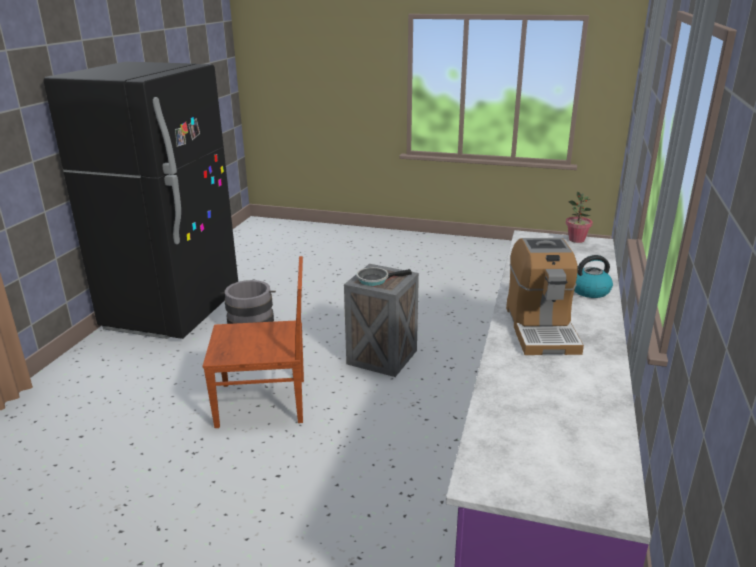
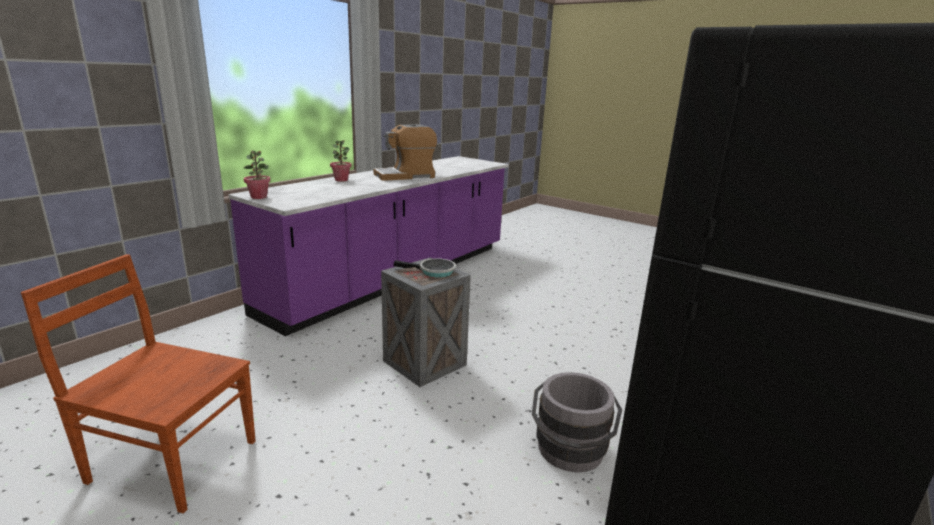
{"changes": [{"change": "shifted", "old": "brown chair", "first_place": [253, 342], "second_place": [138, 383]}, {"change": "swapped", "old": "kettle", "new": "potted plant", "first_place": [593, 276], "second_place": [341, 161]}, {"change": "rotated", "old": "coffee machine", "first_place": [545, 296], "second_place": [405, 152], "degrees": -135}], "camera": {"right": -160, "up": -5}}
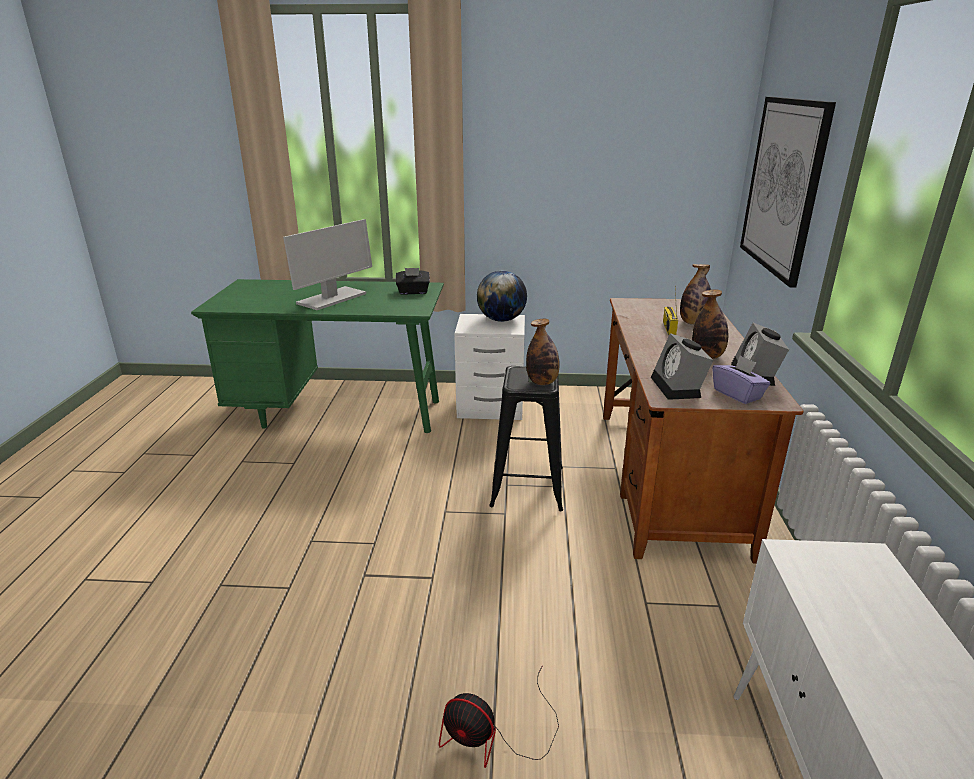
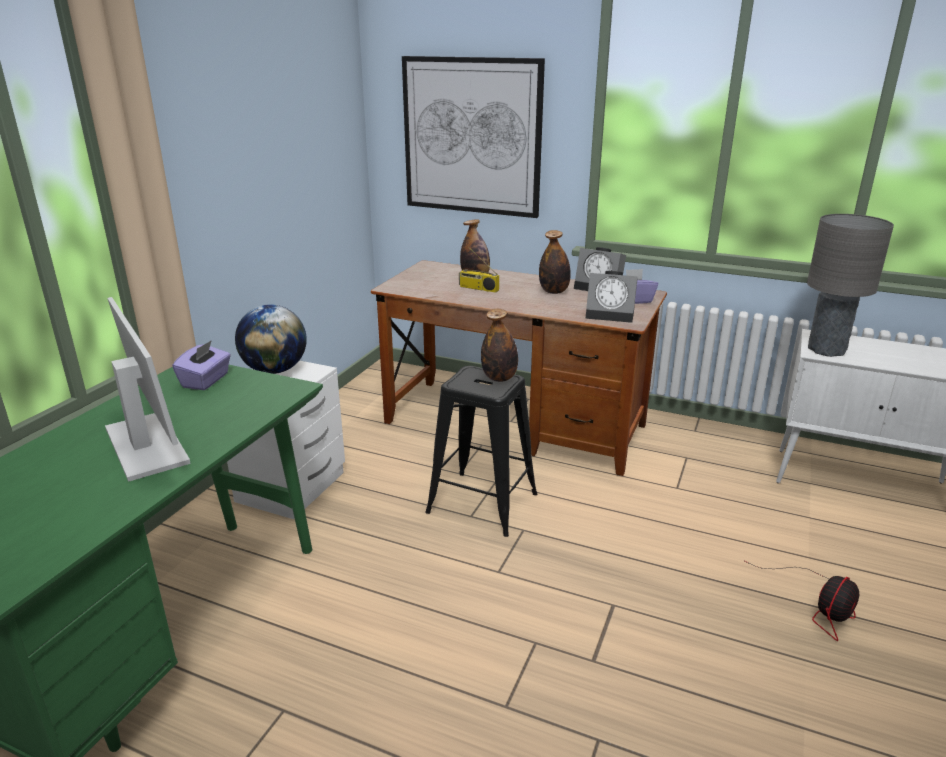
{"changes": [{"change": "repainted", "old": "black tissue box", "new": "purple tissue box", "first_place": [412, 281], "second_place": [201, 365]}, {"change": "new", "new": "grey table lamp", "second_place": [850, 285]}], "camera": {"right": -70, "up": 0}}
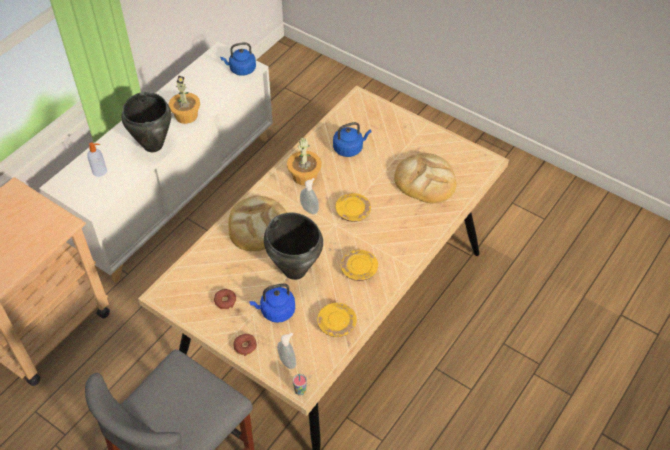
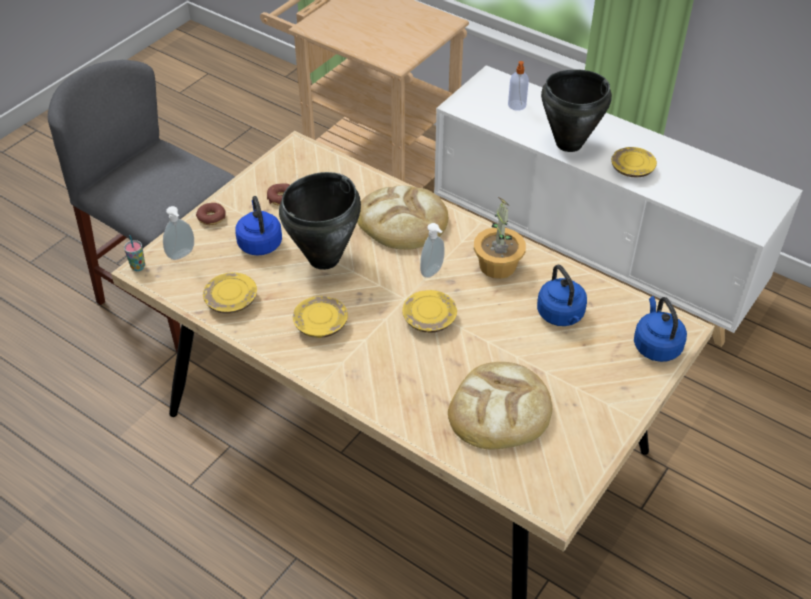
{"changes": [{"change": "swapped", "old": "potted plant", "new": "yellow plate", "first_place": [184, 100], "second_place": [634, 162]}, {"change": "shifted", "old": "blue kettle", "first_place": [238, 59], "second_place": [660, 329]}], "camera": {"right": 90, "up": -5}}
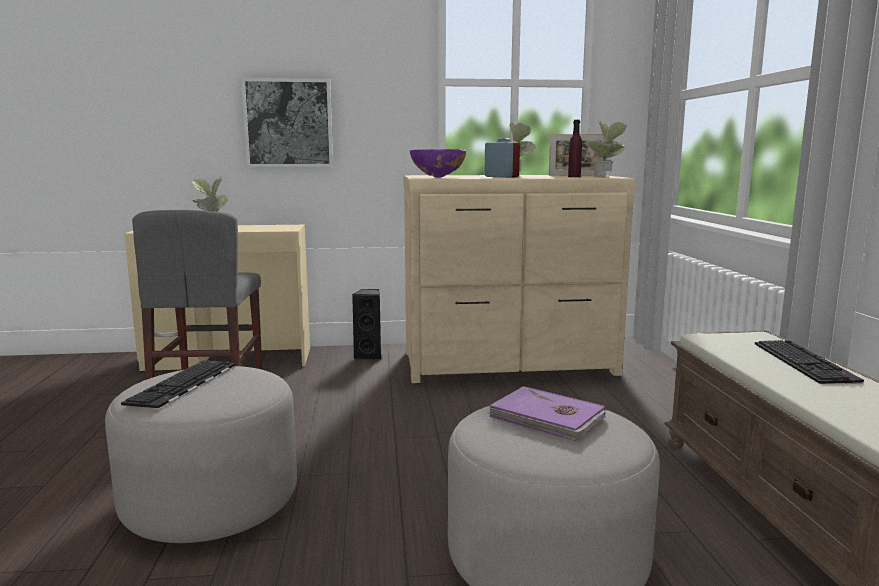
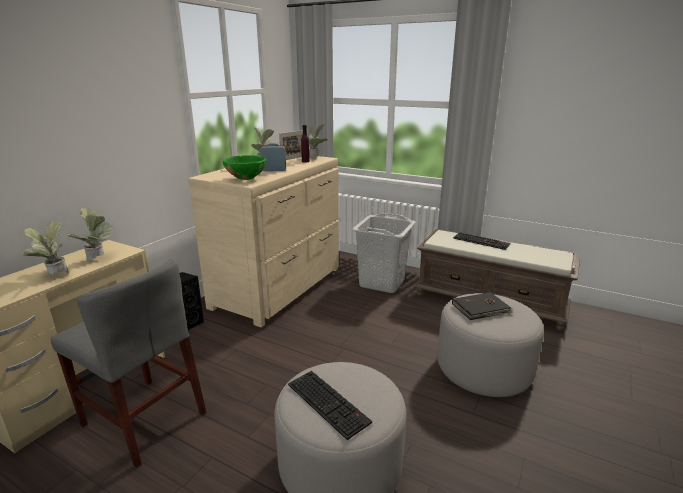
{"changes": [{"change": "new", "new": "potted plant", "second_place": [90, 234]}, {"change": "repainted", "old": "purple bowl", "new": "green bowl", "first_place": [438, 163], "second_place": [244, 167]}, {"change": "new", "new": "grey laundry basket", "second_place": [384, 253]}, {"change": "repainted", "old": "purple book", "new": "black book", "first_place": [547, 413], "second_place": [482, 306]}, {"change": "gone", "old": "picture", "first_place": [287, 122]}], "camera": {"right": -55, "up": 10}}
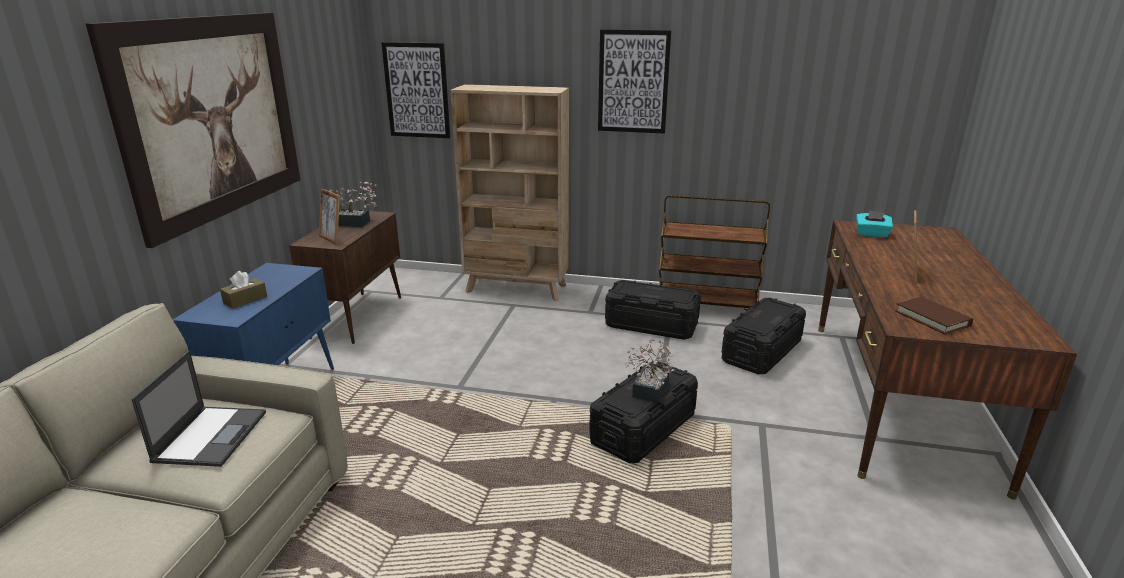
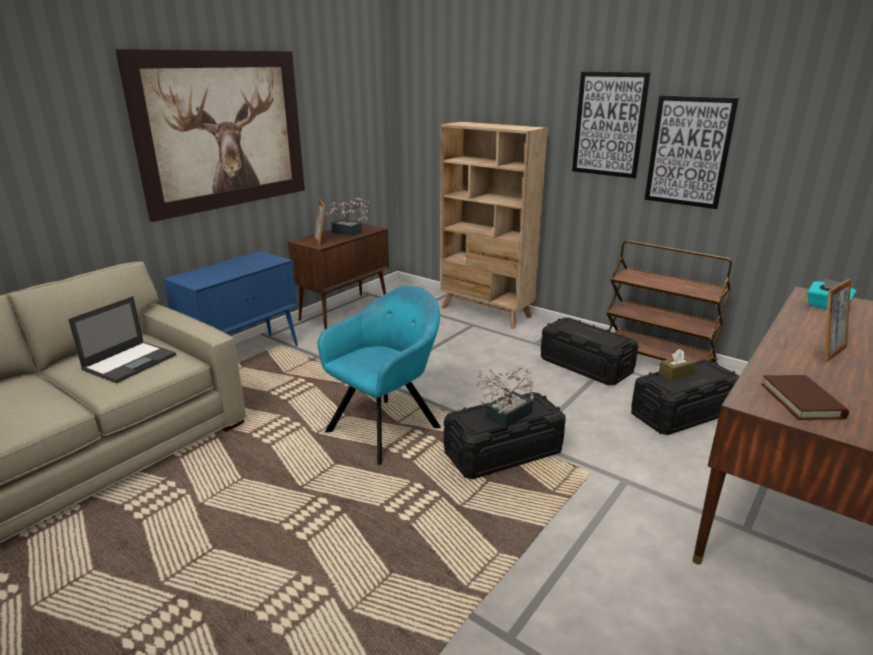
{"changes": [{"change": "new", "new": "turquoise armchair", "second_place": [379, 375]}, {"change": "shifted", "old": "picture", "first_place": [415, 90], "second_place": [692, 152]}, {"change": "shifted", "old": "brown tissue box", "first_place": [243, 290], "second_place": [677, 365]}], "camera": {"right": 25, "up": 0}}
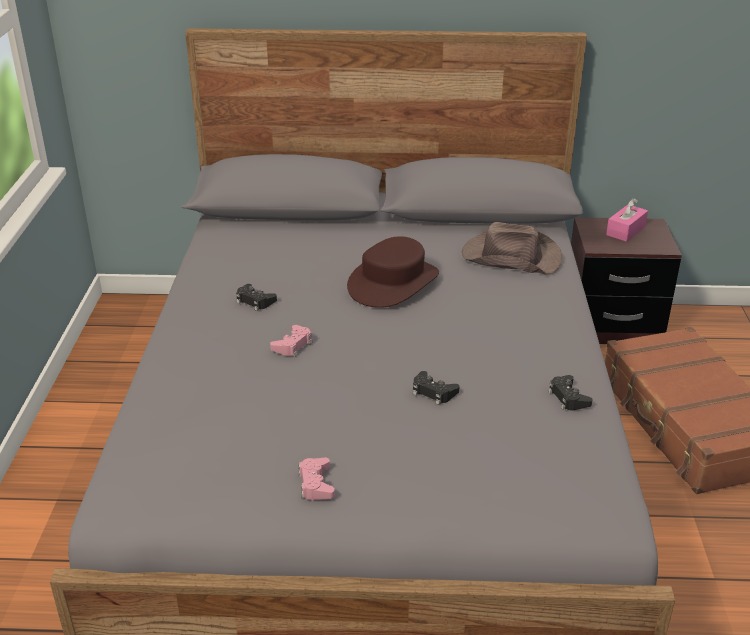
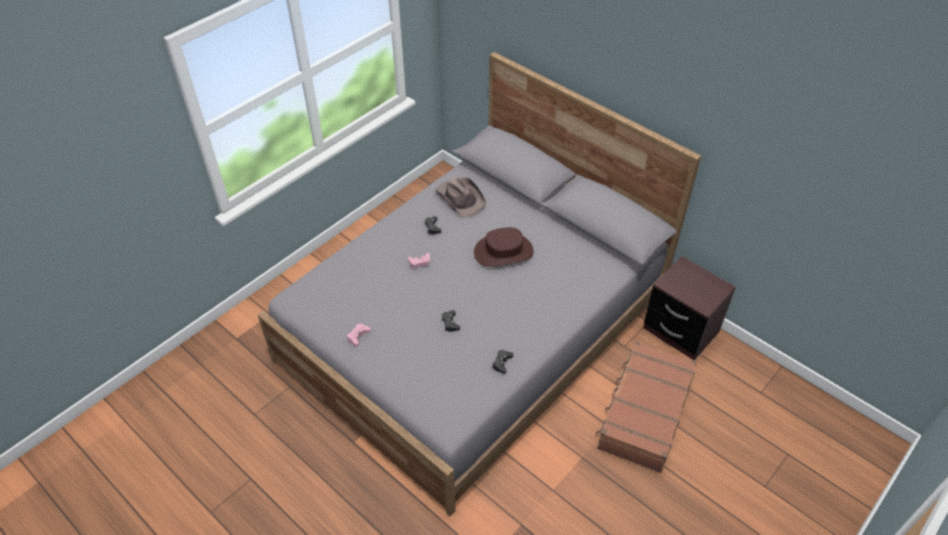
{"changes": [{"change": "shifted", "old": "brown hat", "first_place": [512, 248], "second_place": [460, 197]}, {"change": "gone", "old": "pink tissue box", "first_place": [627, 220]}], "camera": {"right": 40, "up": 15}}
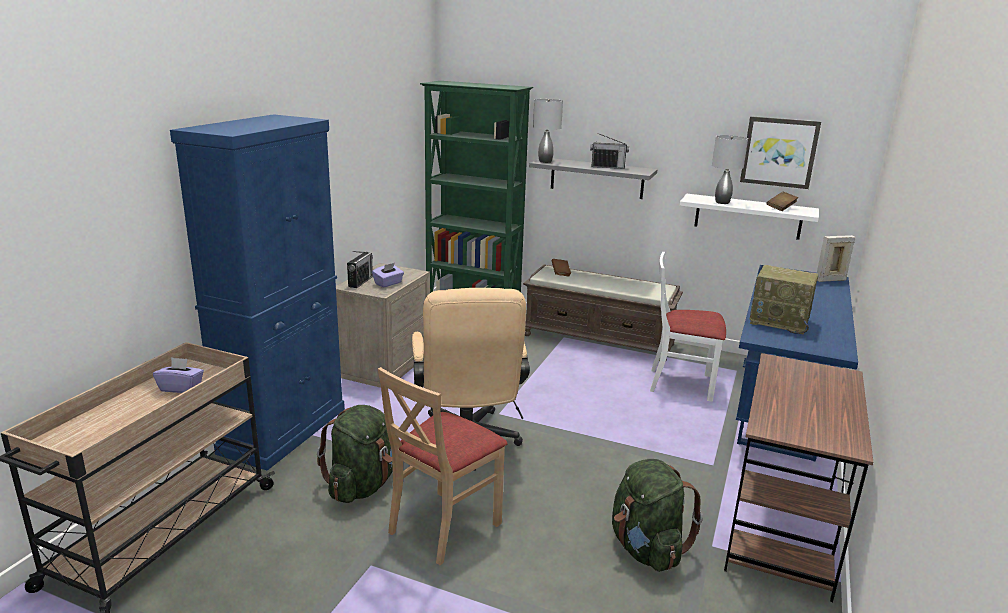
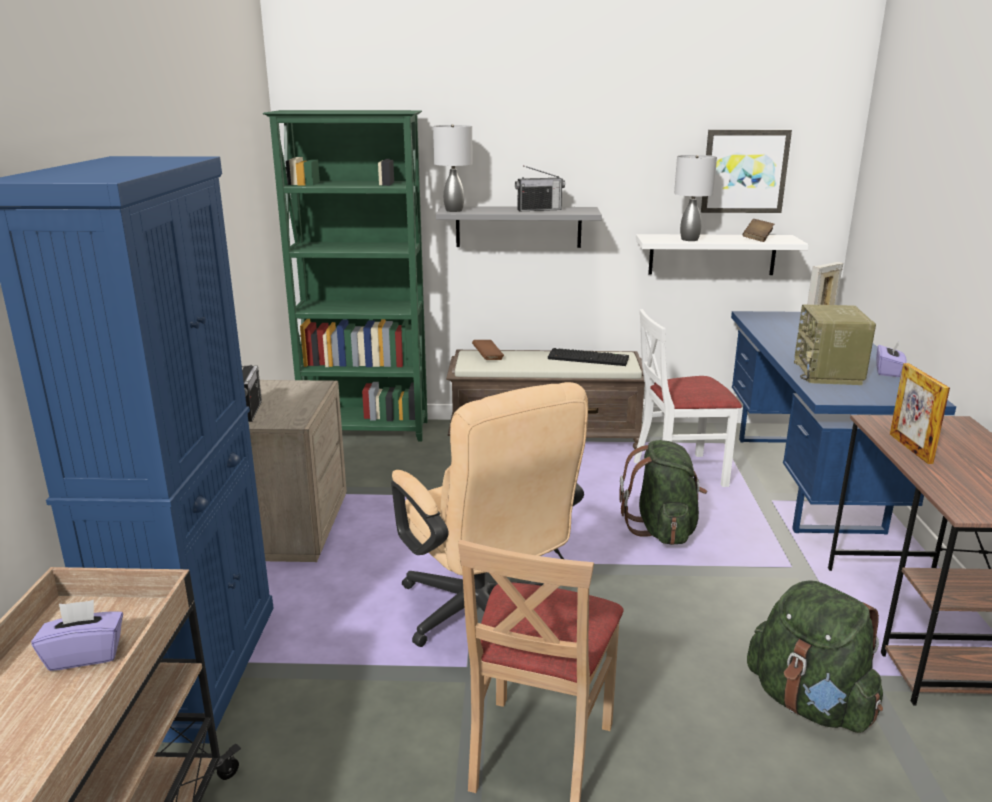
{"changes": [{"change": "new", "new": "keyboard", "second_place": [588, 357]}, {"change": "shifted", "old": "green backpack", "first_place": [355, 454], "second_place": [663, 492]}, {"change": "rotated", "old": "radio", "first_place": [784, 300], "second_place": [835, 344], "degrees": 90}, {"change": "shifted", "old": "purple tissue box", "first_place": [388, 275], "second_place": [891, 359]}, {"change": "new", "new": "picture frame", "second_place": [920, 413]}], "camera": {"right": -20, "up": 0}}
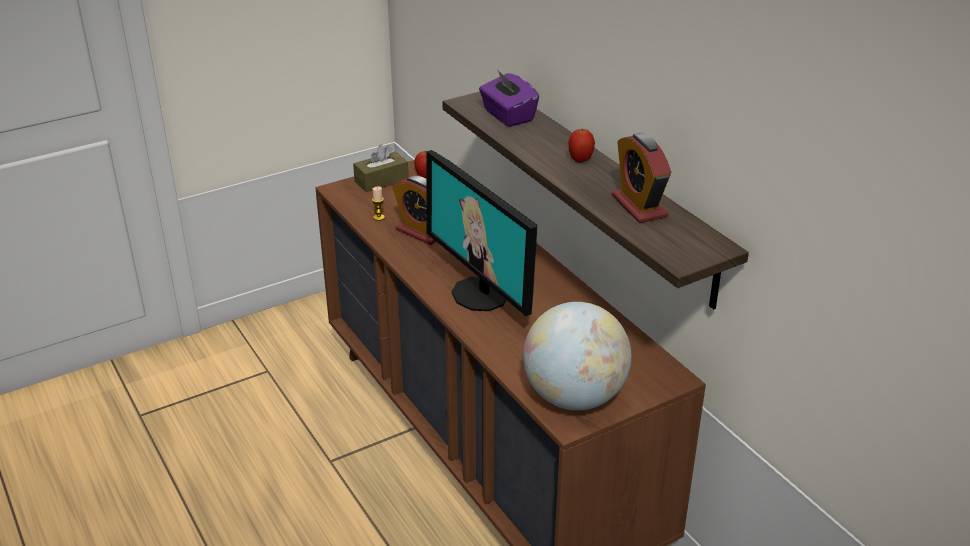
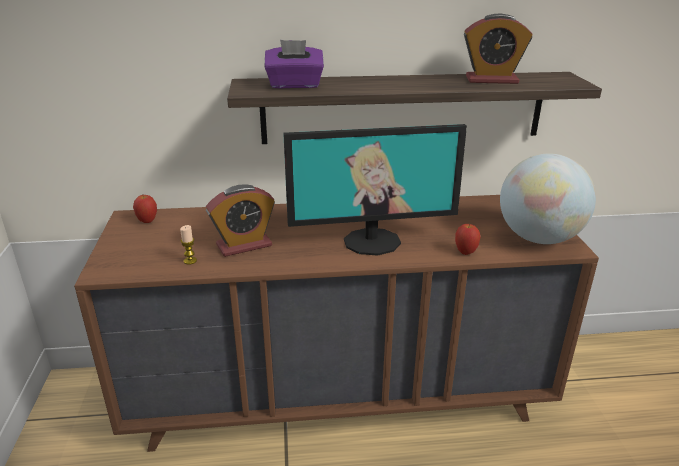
{"changes": [{"change": "shifted", "old": "apple", "first_place": [582, 146], "second_place": [468, 239]}, {"change": "gone", "old": "brown tissue box", "first_place": [381, 168]}], "camera": {"right": -65, "up": -5}}
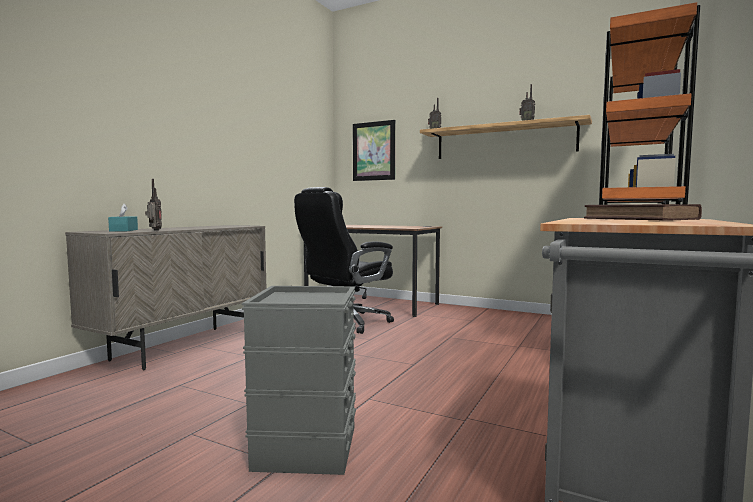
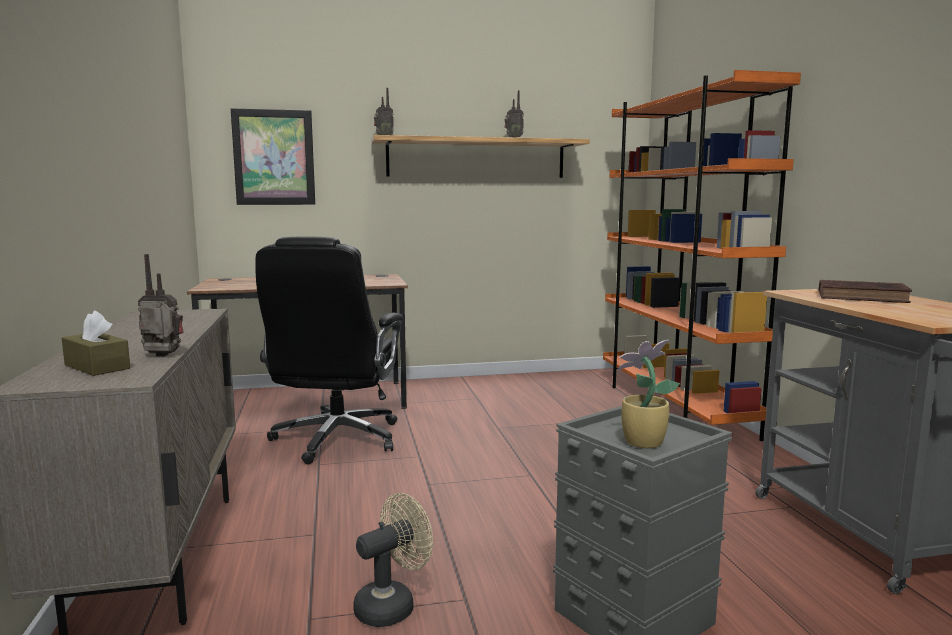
{"changes": [{"change": "repainted", "old": "turquoise tissue box", "new": "brown tissue box", "first_place": [123, 218], "second_place": [96, 343]}, {"change": "new", "new": "beige fan", "second_place": [393, 560]}, {"change": "new", "new": "potted plant", "second_place": [649, 394]}], "camera": {"right": -40, "up": 5}}
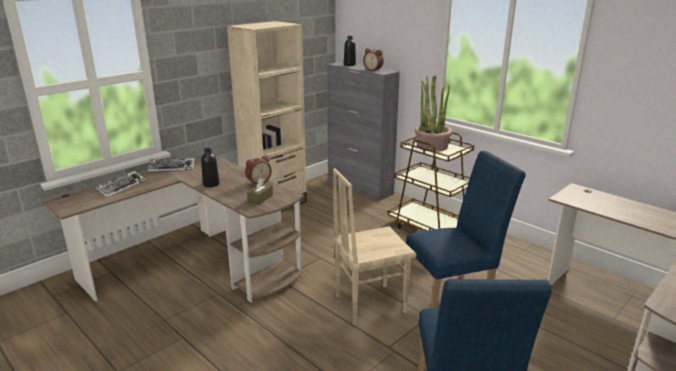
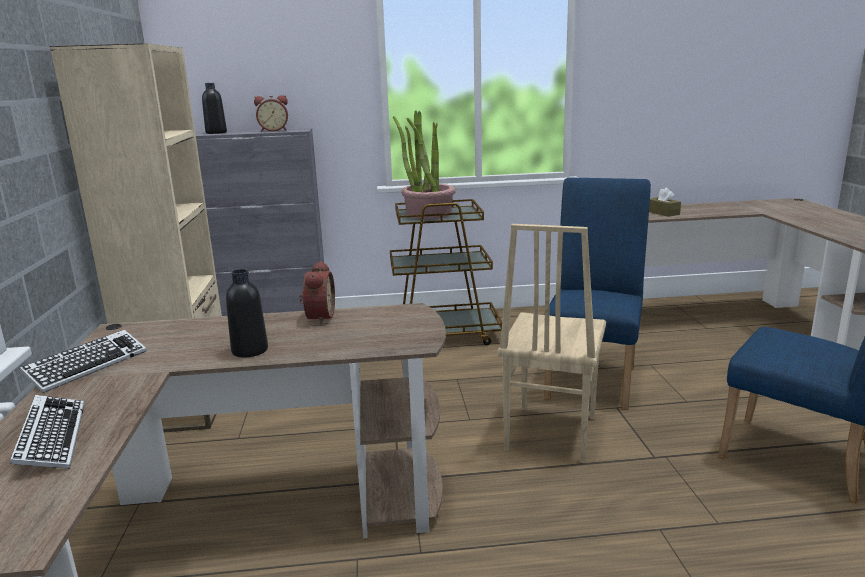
{"changes": [{"change": "shifted", "old": "brown tissue box", "first_place": [260, 191], "second_place": [665, 202]}], "camera": {"right": -50, "up": -5}}
